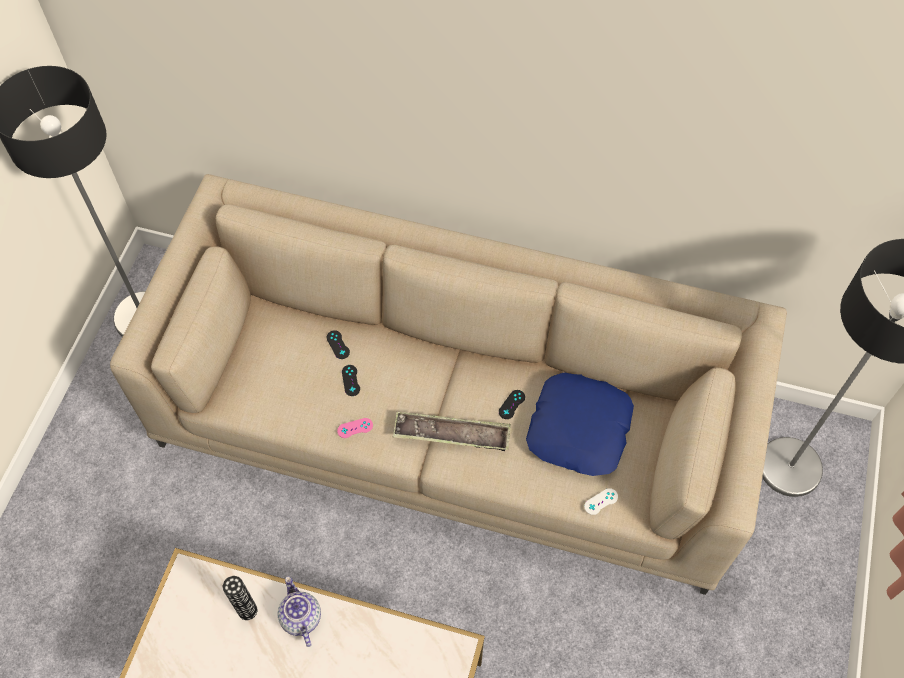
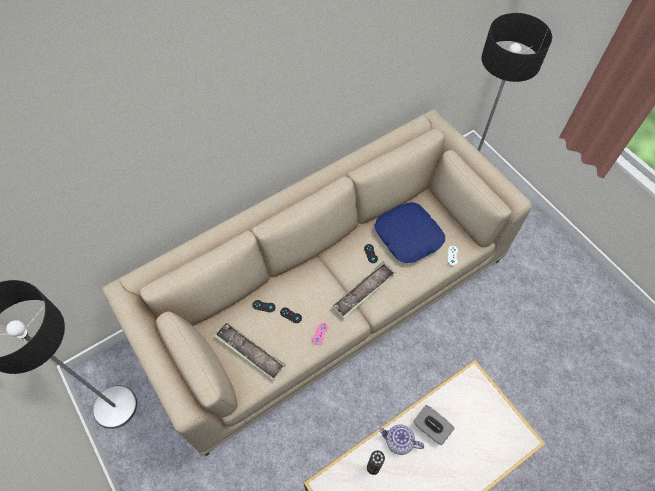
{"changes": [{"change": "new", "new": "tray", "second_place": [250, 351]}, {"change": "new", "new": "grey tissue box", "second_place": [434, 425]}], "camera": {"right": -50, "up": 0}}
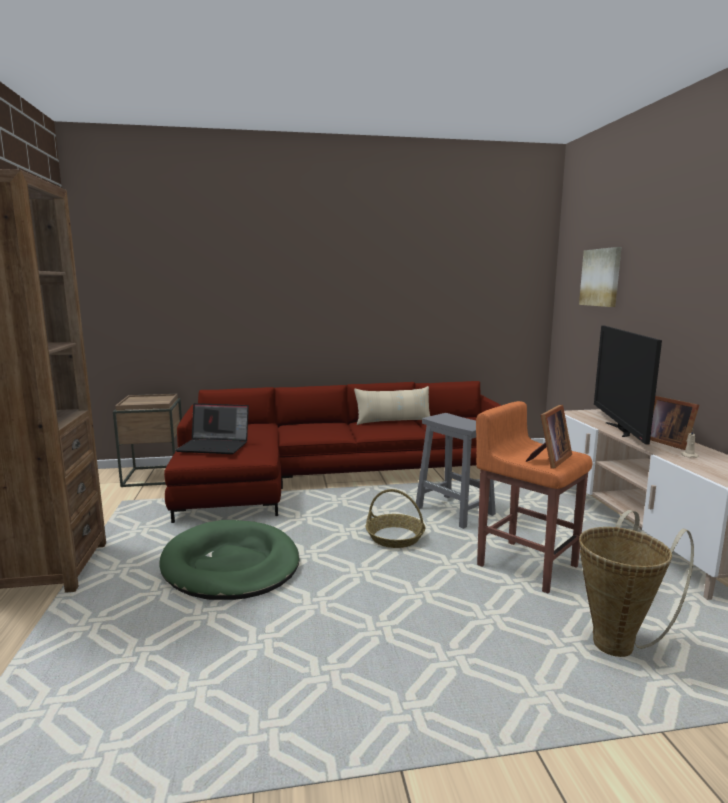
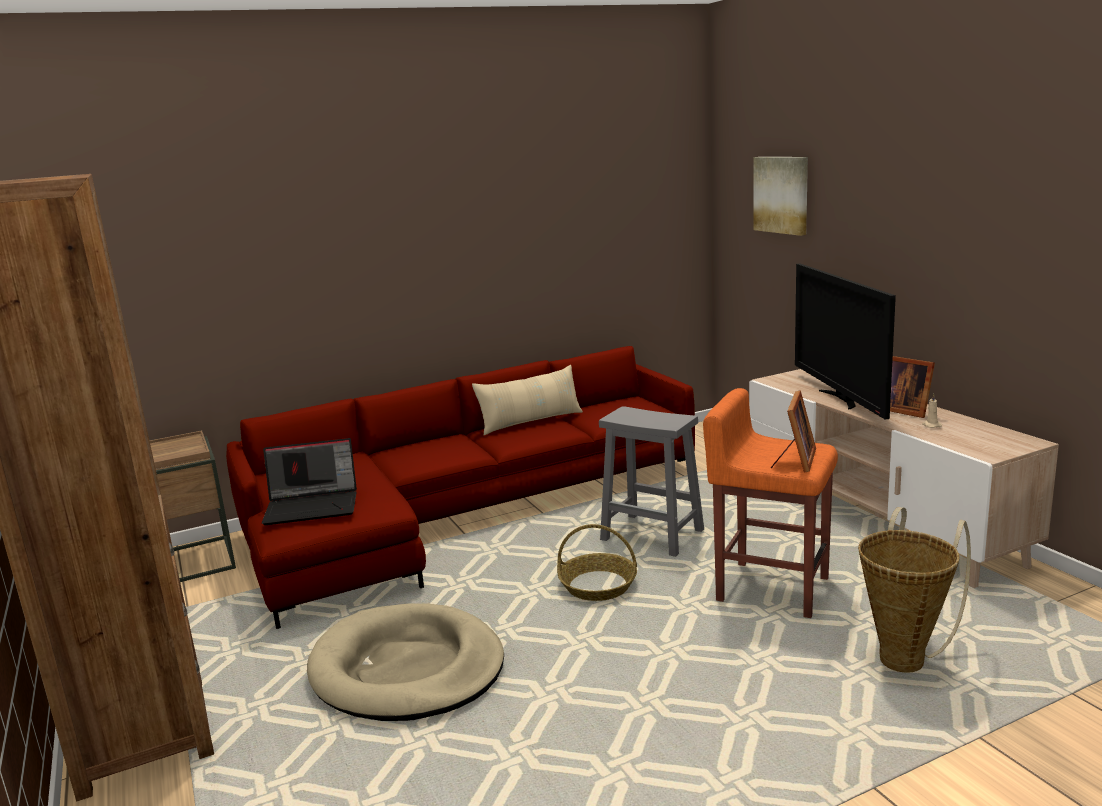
{"changes": [{"change": "repainted", "old": "green dog bed", "new": "beige dog bed", "first_place": [229, 560], "second_place": [405, 662]}], "camera": {"right": -15, "up": 5}}
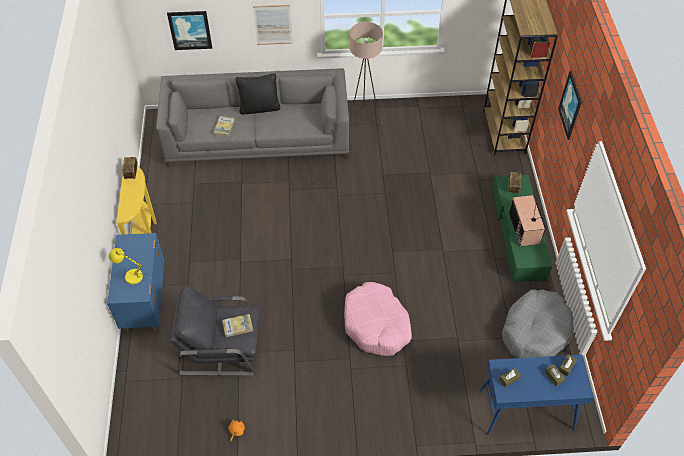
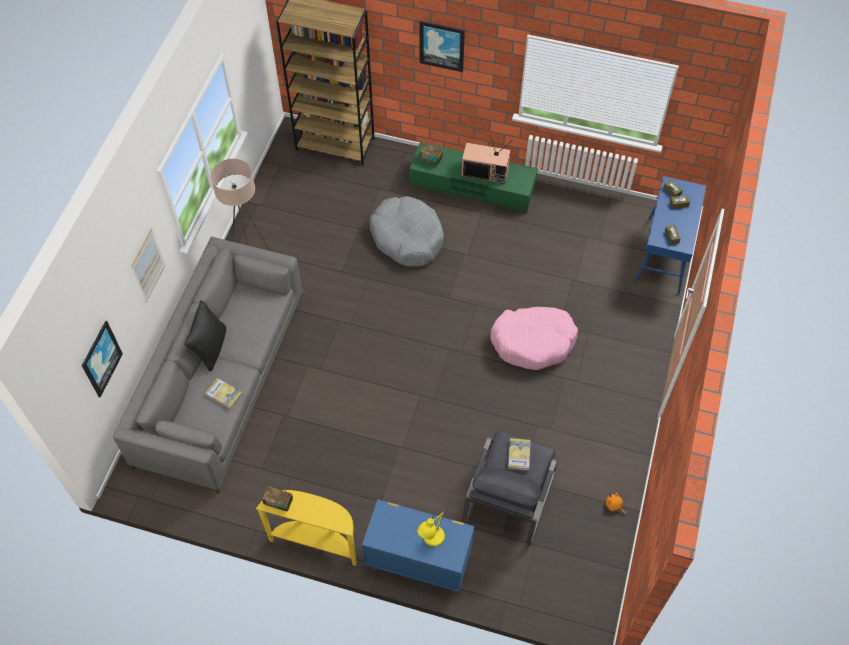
{"changes": [{"change": "shifted", "old": "grey dog bed", "first_place": [538, 323], "second_place": [406, 231]}], "camera": {"right": -70, "up": 5}}
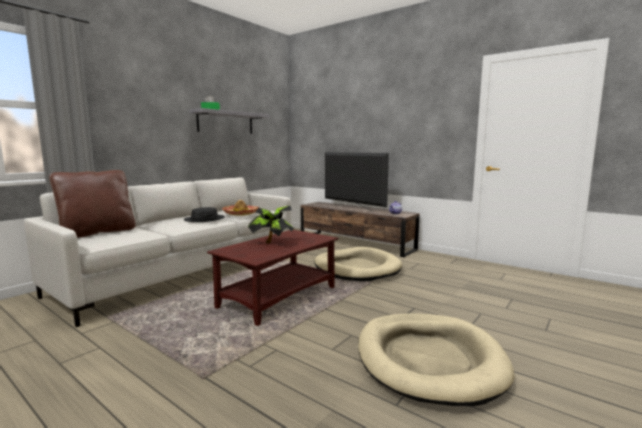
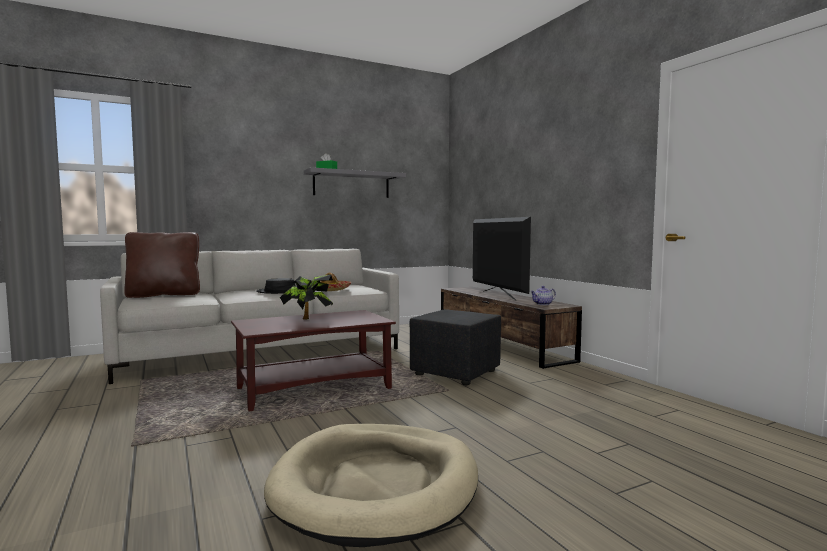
{"changes": [{"change": "swapped", "old": "beige dog bed", "new": "black ottoman", "first_place": [358, 264], "second_place": [455, 347]}], "camera": {"right": 25, "up": -5}}
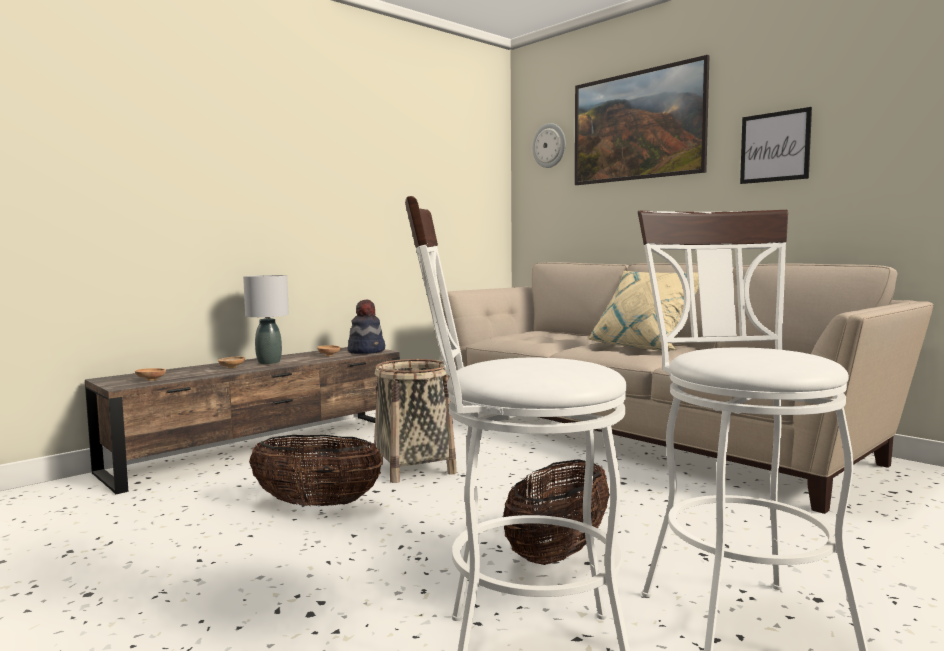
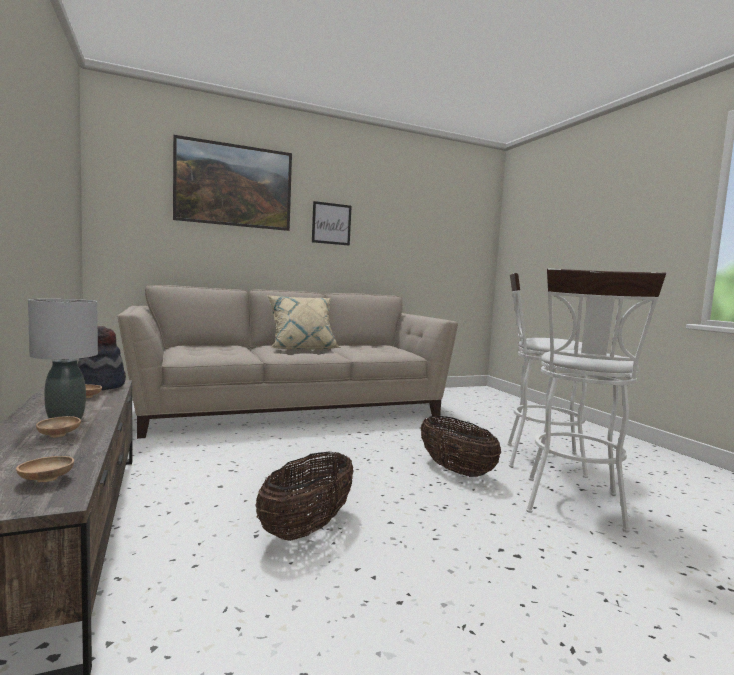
{"changes": [{"change": "gone", "old": "basket", "first_place": [415, 421]}, {"change": "gone", "old": "wall clock", "first_place": [549, 145]}], "camera": {"right": -70, "up": 0}}
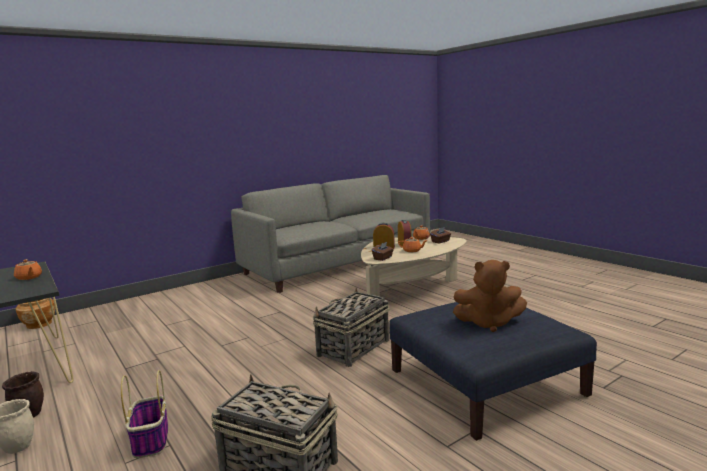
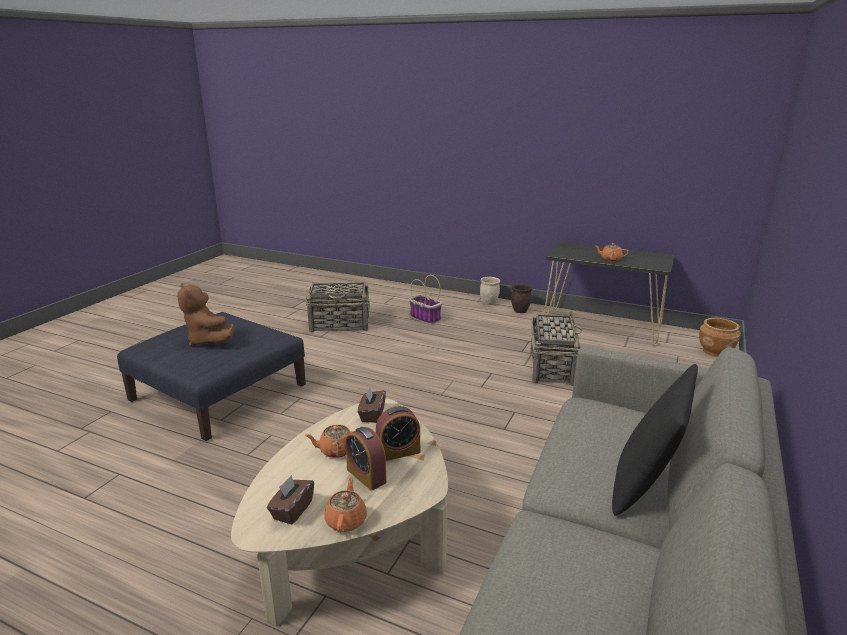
{"changes": [{"change": "rotated", "old": "brown plush toy", "first_place": [490, 296], "second_place": [205, 315], "degrees": -105}, {"change": "shifted", "old": "basket", "first_place": [351, 327], "second_place": [556, 348]}, {"change": "new", "new": "black pillow", "second_place": [655, 440]}], "camera": {"right": 150, "up": 10}}
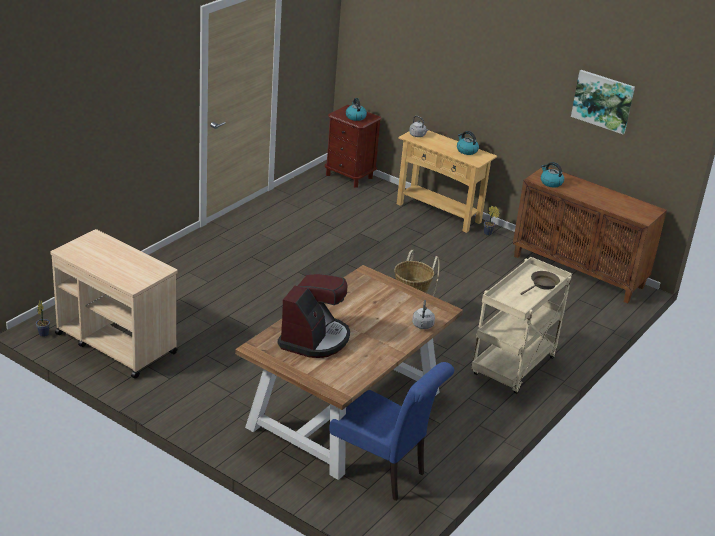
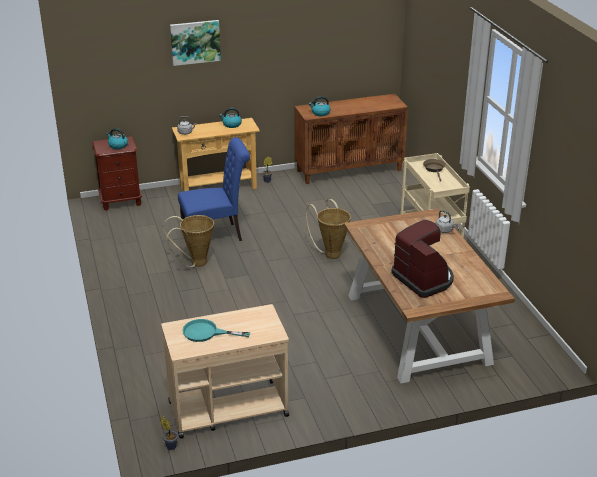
{"changes": [{"change": "new", "new": "basket", "second_place": [188, 241]}, {"change": "shifted", "old": "picture", "first_place": [603, 102], "second_place": [195, 43]}, {"change": "shifted", "old": "blue chair", "first_place": [391, 431], "second_place": [214, 189]}, {"change": "new", "new": "turquoise frying pan", "second_place": [216, 330]}], "camera": {"right": -50, "up": 0}}
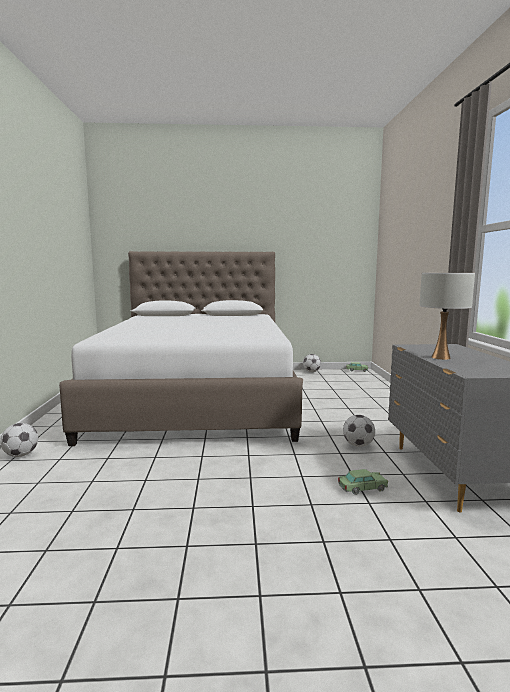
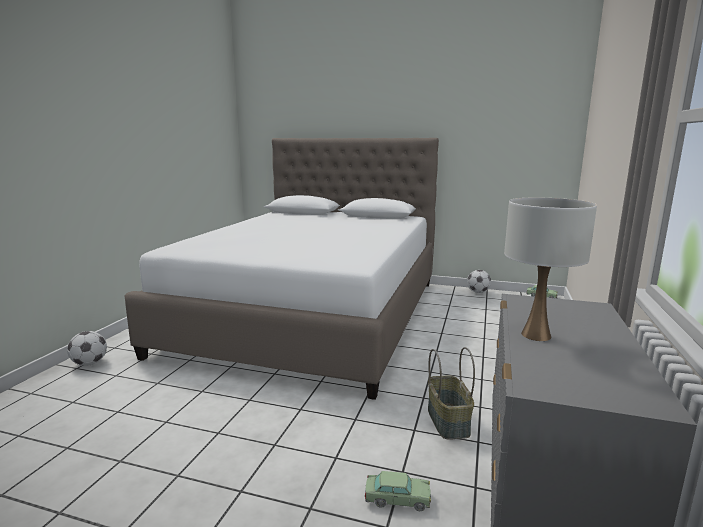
{"changes": [{"change": "swapped", "old": "football", "new": "basket", "first_place": [359, 431], "second_place": [451, 393]}], "camera": {"right": 20, "up": 5}}
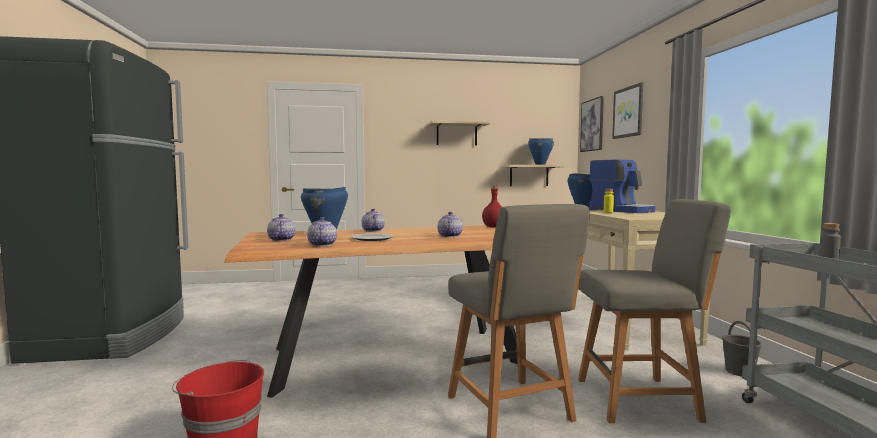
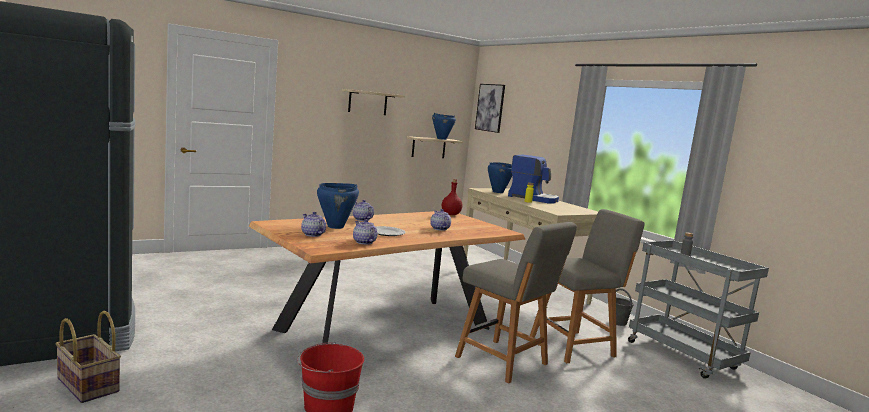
{"changes": [{"change": "new", "new": "basket", "second_place": [88, 357]}, {"change": "gone", "old": "picture", "first_place": [628, 110]}], "camera": {"right": -25, "up": 5}}
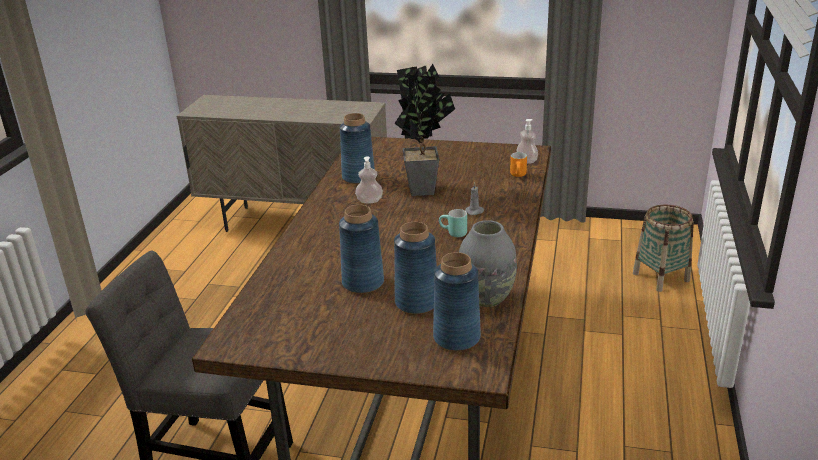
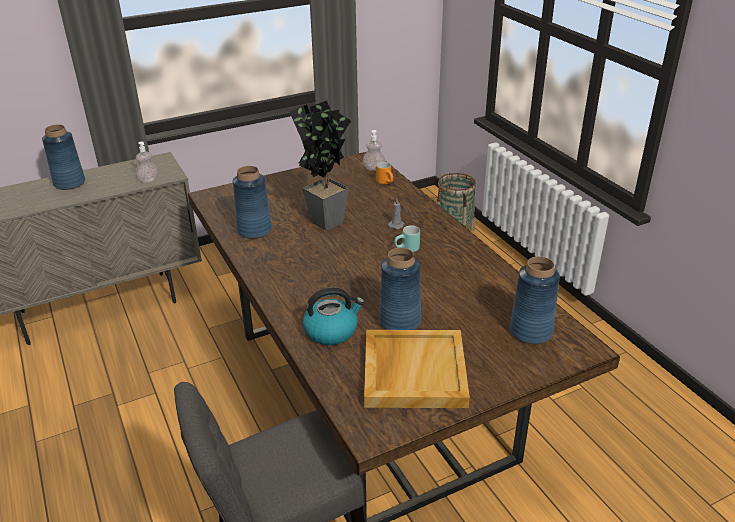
{"changes": [{"change": "shifted", "old": "blue vase", "first_place": [415, 268], "second_place": [63, 157]}, {"change": "shifted", "old": "soap dispenser", "first_place": [369, 180], "second_place": [147, 162]}, {"change": "new", "new": "kettle", "second_place": [334, 316]}, {"change": "new", "new": "beige tray", "second_place": [417, 369]}, {"change": "gone", "old": "grey vase", "first_place": [488, 263]}], "camera": {"right": -40, "up": 5}}
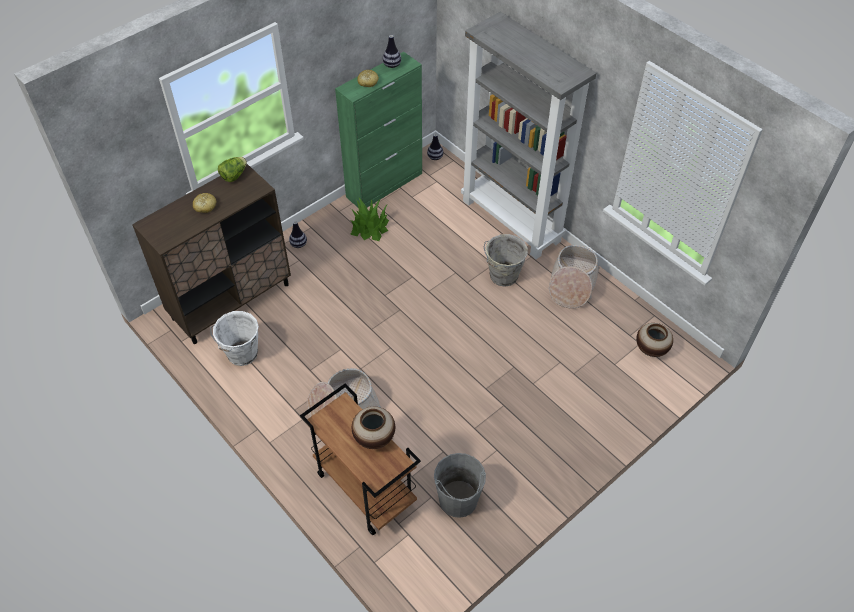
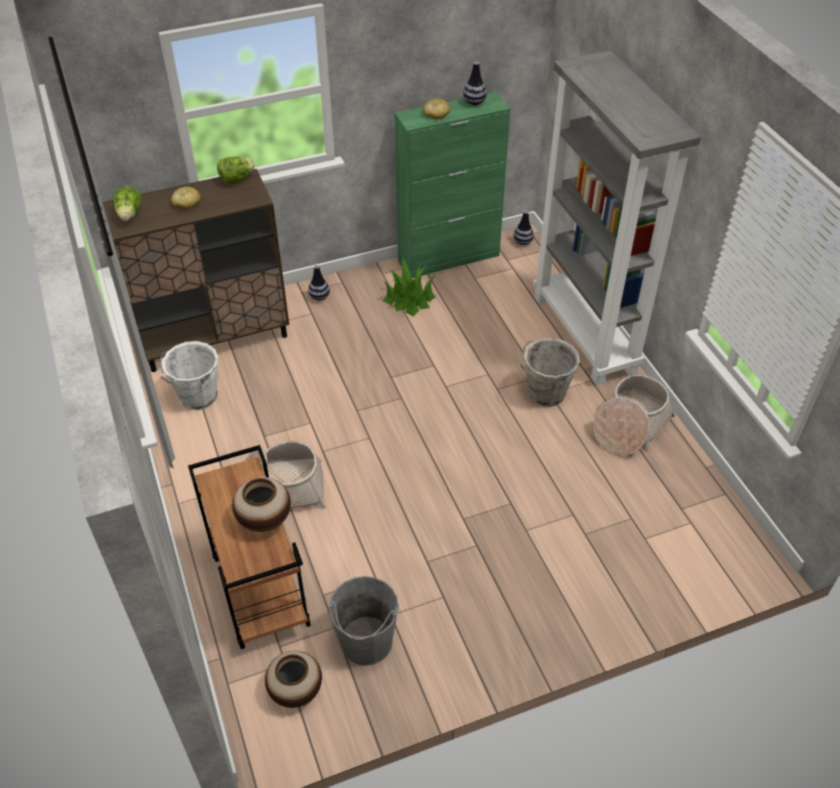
{"changes": [{"change": "new", "new": "lettuce", "second_place": [127, 203]}, {"change": "shifted", "old": "vase", "first_place": [654, 340], "second_place": [293, 679]}], "camera": {"right": 20, "up": -5}}
